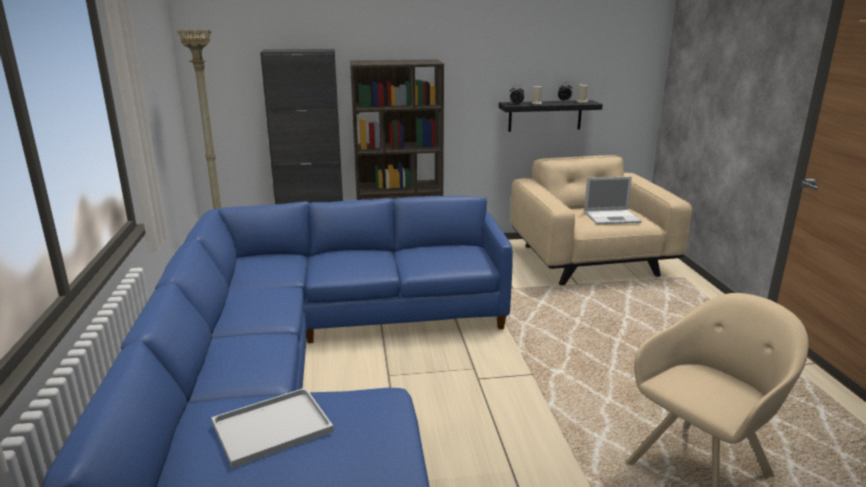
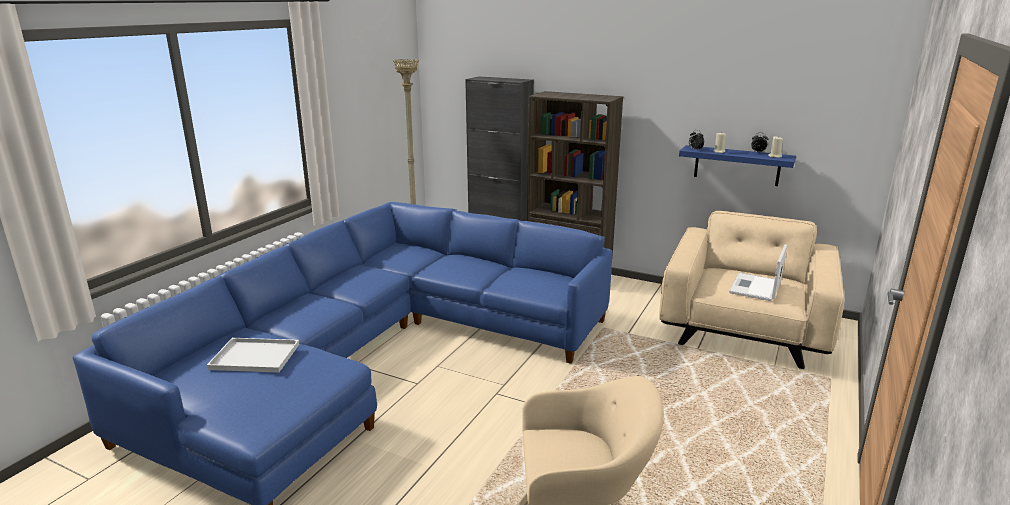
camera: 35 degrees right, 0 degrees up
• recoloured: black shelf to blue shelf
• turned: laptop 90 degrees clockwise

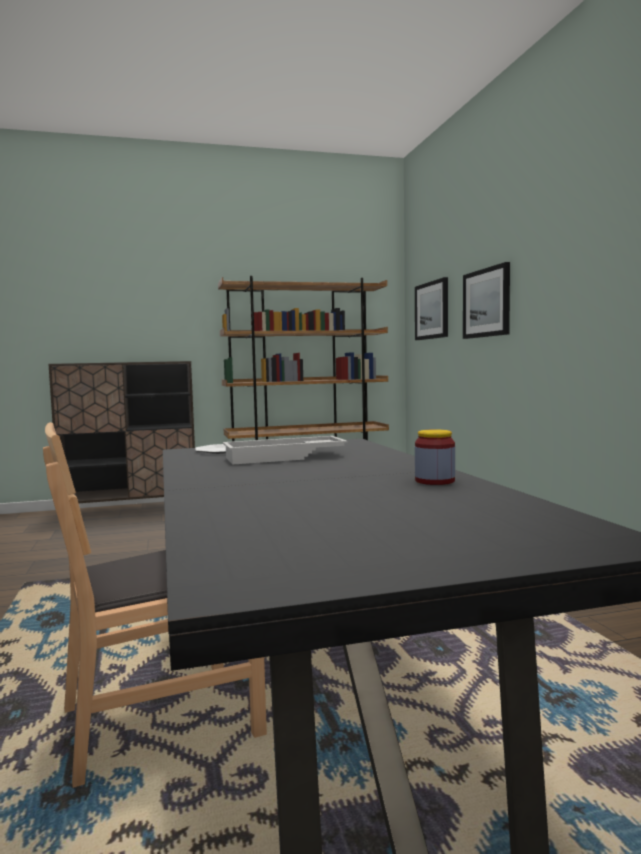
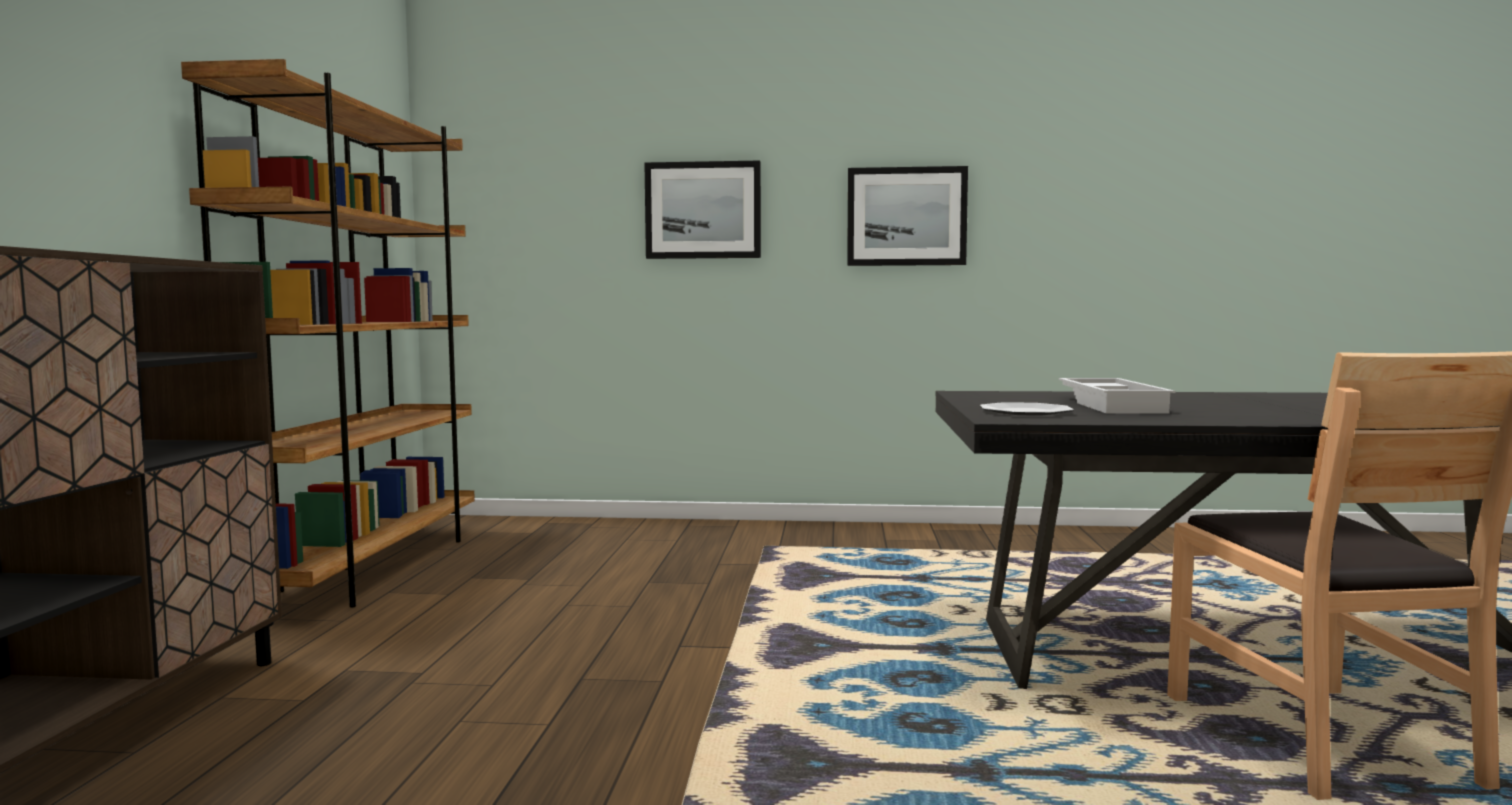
camera: 70 degrees left, 0 degrees up
• moved: picture (1st from left in the first image) to picture (2nd from left)
• removed: jar

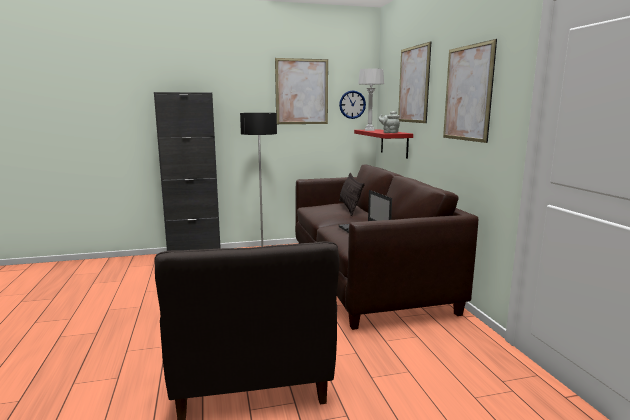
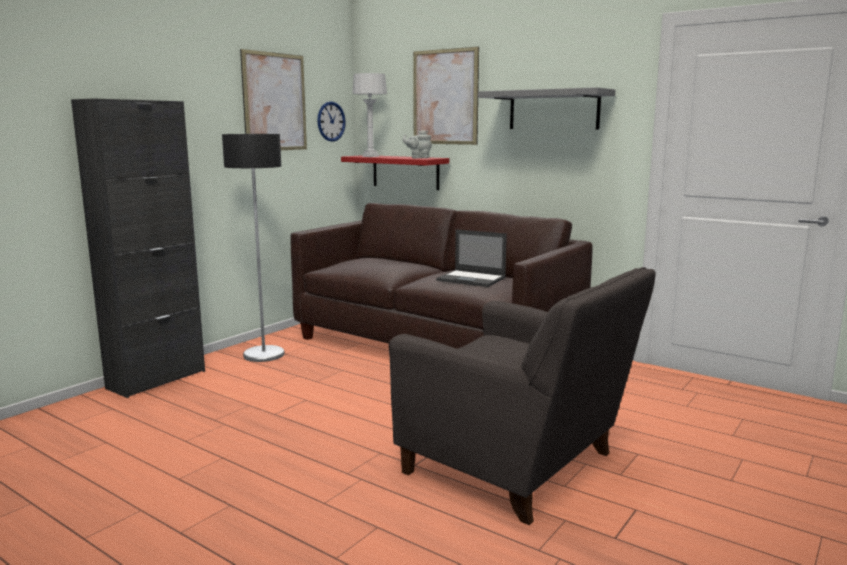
camera: 40 degrees left, 0 degrees up
• replaced: picture (3rd from left) to grey shelf
• removed: pillow

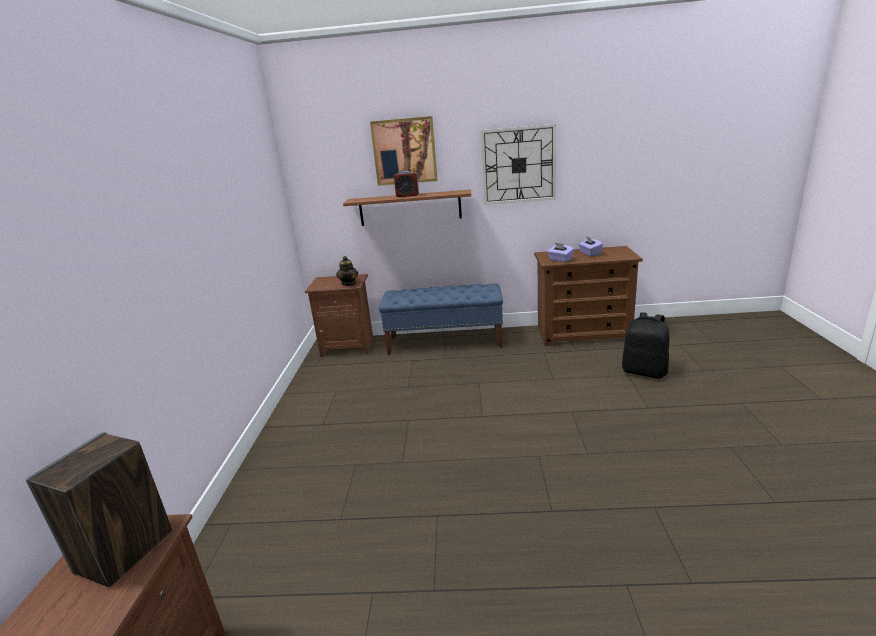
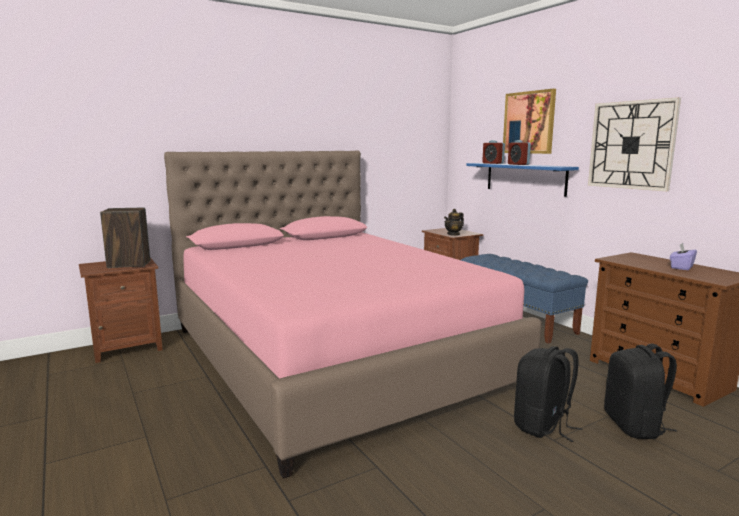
camera: 55 degrees right, 10 degrees down
• added: pink bed
• recoloured: brown shelf to blue shelf
• added: alarm clock (1st from left)
• added: black backpack (1st from left)
• removed: purple tissue box (1st from left)

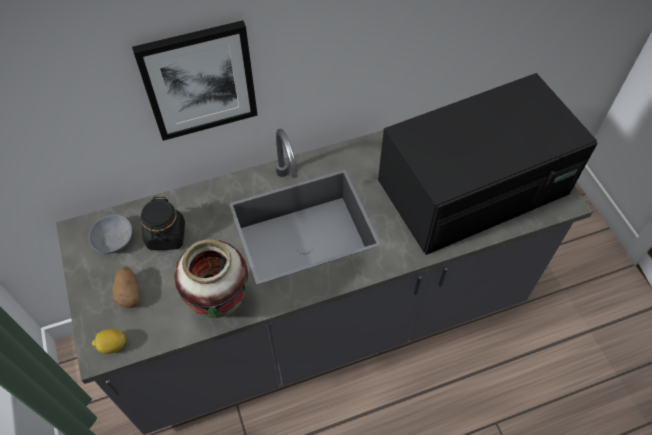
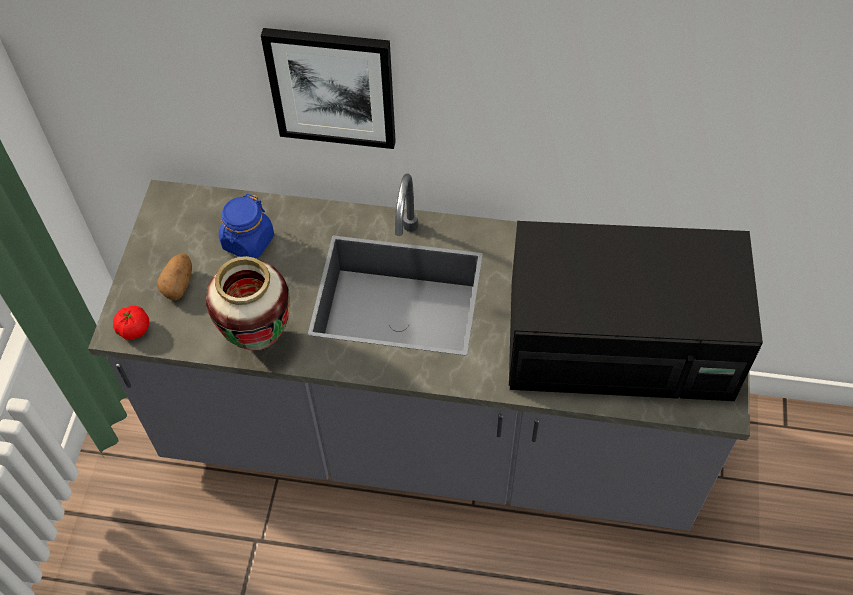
camera: 30 degrees right, 0 degrees up
• replaced: lemon to tomato
• recoloured: black jar to blue jar
• removed: grey bowl

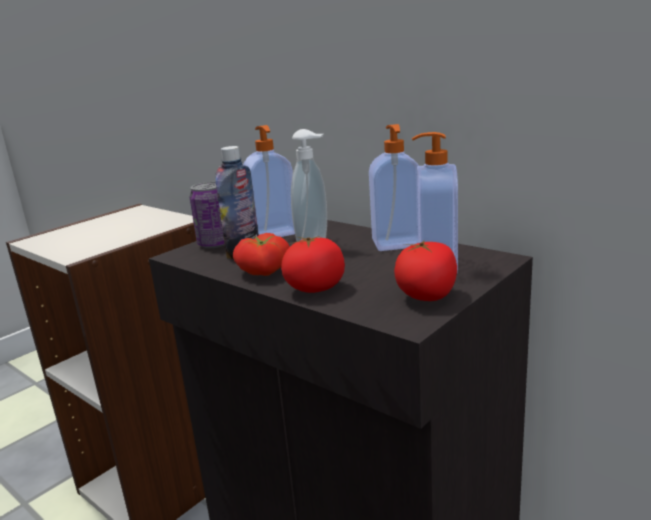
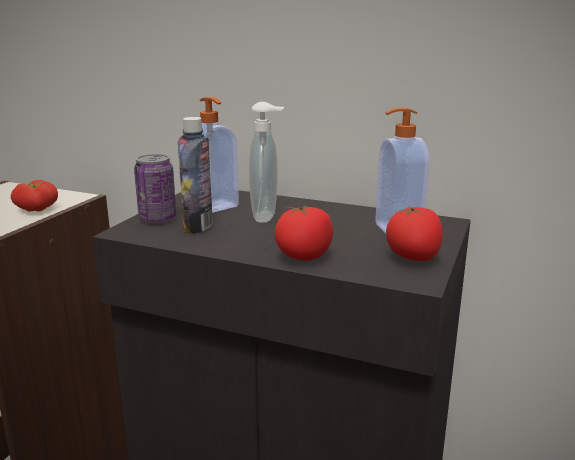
camera: 20 degrees left, 0 degrees up
• moved: tomato (1st from left)
• removed: soap dispenser (3rd from left)

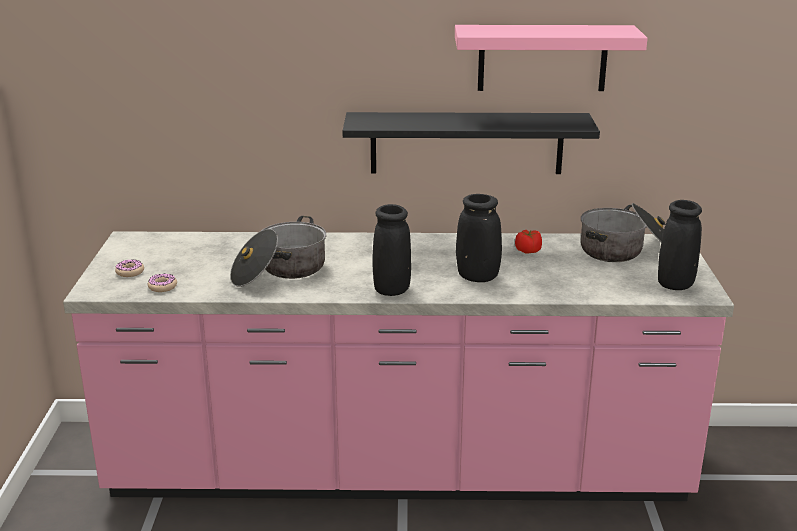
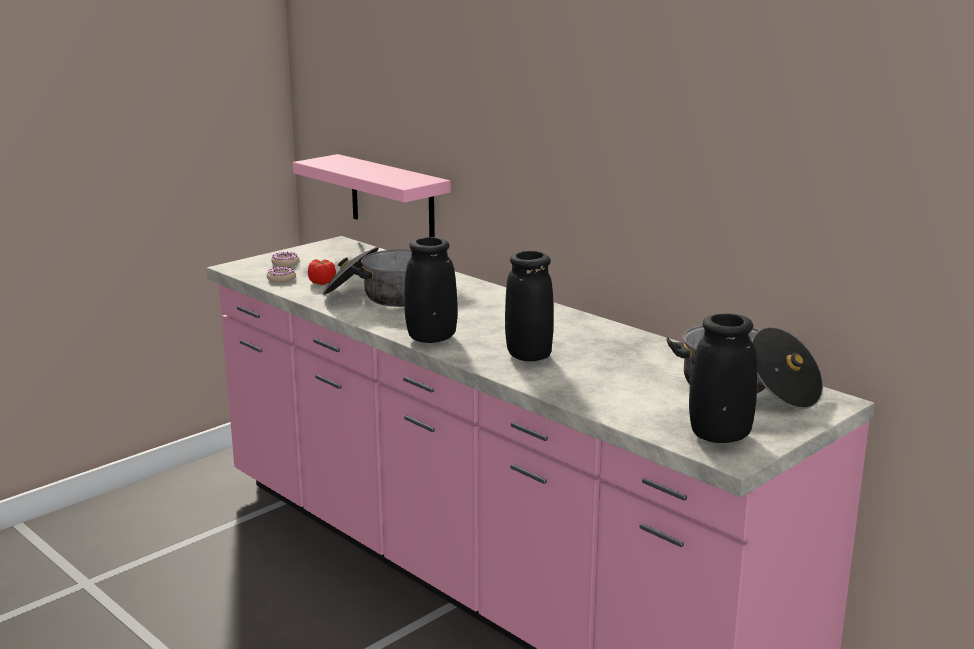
camera: 45 degrees right, 5 degrees down
• moved: pink shelf
• moved: tomato
• removed: black shelf

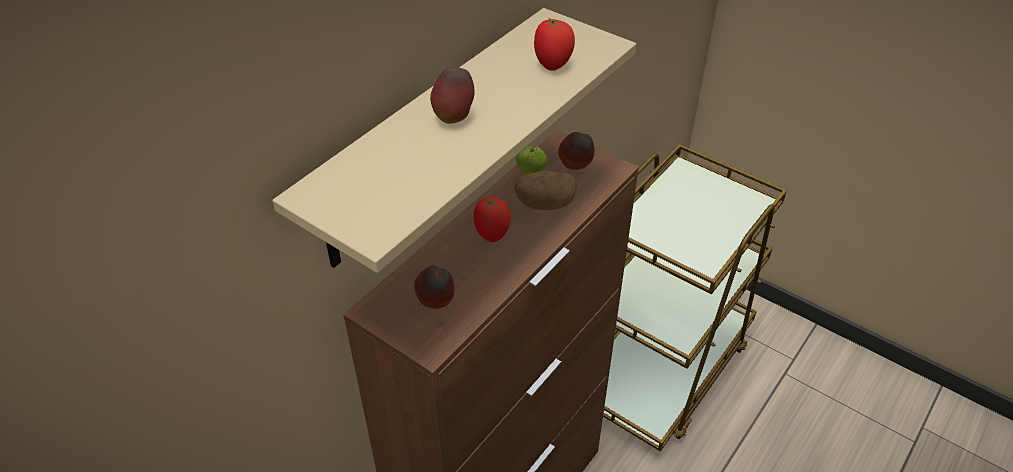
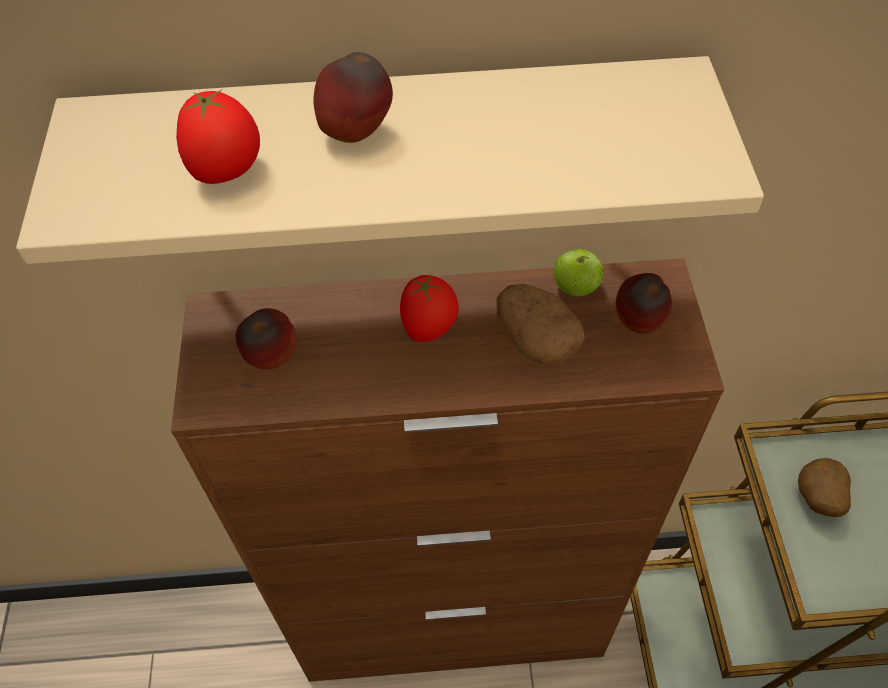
camera: 50 degrees right, 10 degrees up
• moved: tomato (2nd from left in the first image) to tomato (1st from left)
• added: potato (2nd from left)

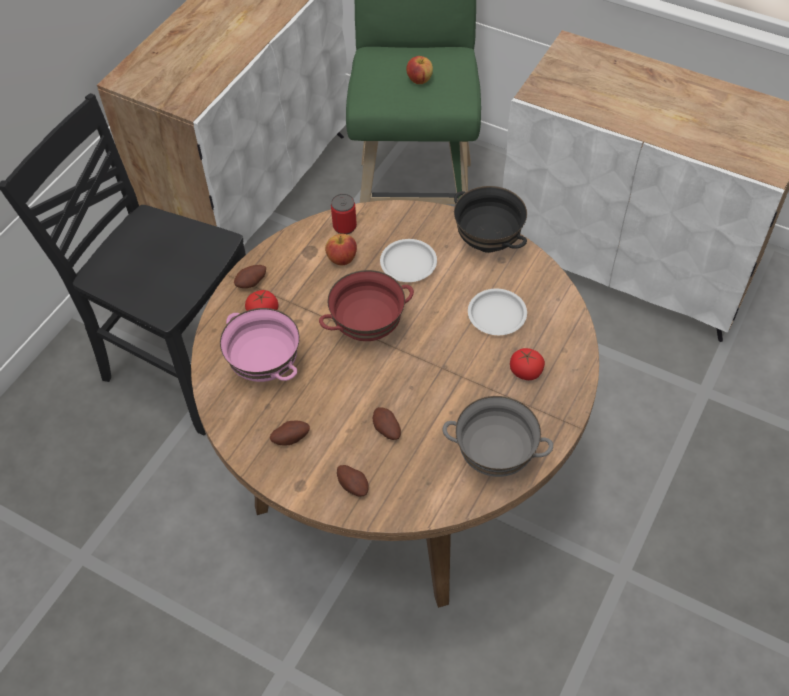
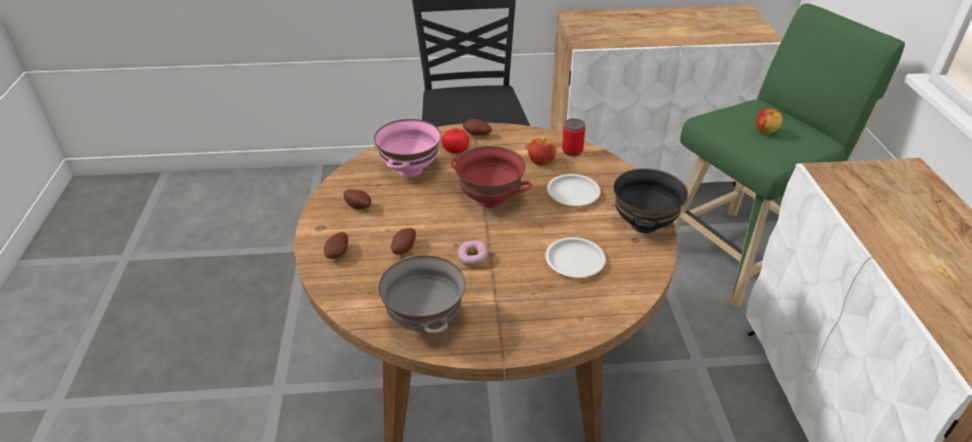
camera: 55 degrees right, 15 degrees down
• added: donut
• removed: tomato (2nd from left)

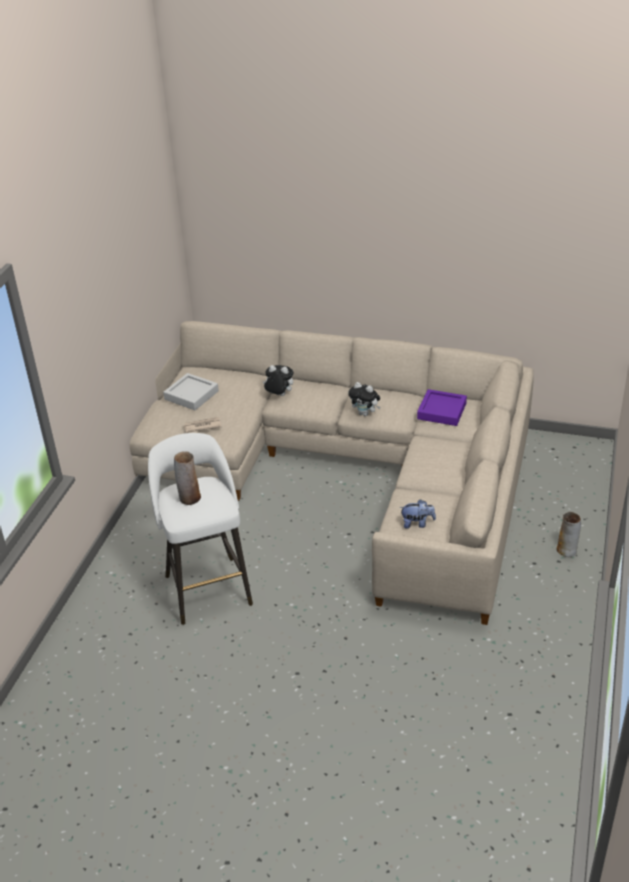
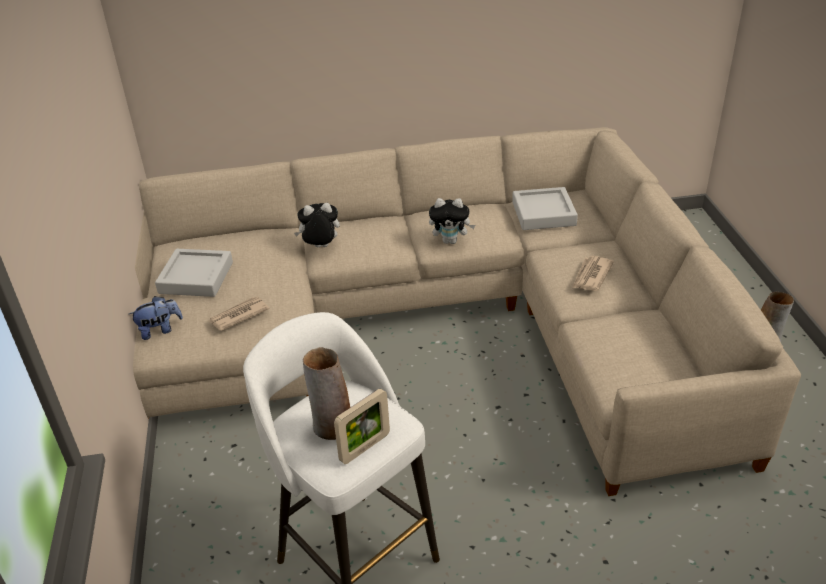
camera: 25 degrees left, 0 degrees up
• moved: plush toy (3rd from left in the first image) to plush toy (1st from left)
• added: picture frame
• recoloured: purple tray to grey tray (2nd from left)
• added: newspaper (2nd from left)

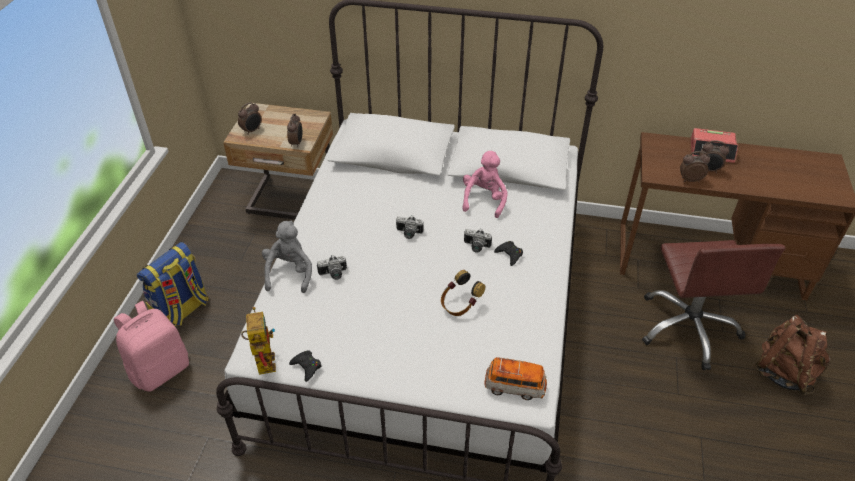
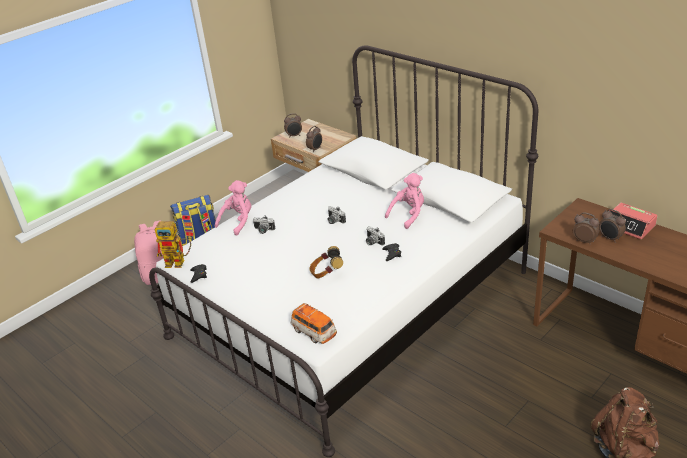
camera: 35 degrees right, 10 degrees down
• turned: toy robot 75 degrees clockwise
• recoloured: grey plush toy to pink plush toy (1st from left)
• removed: brown office chair

